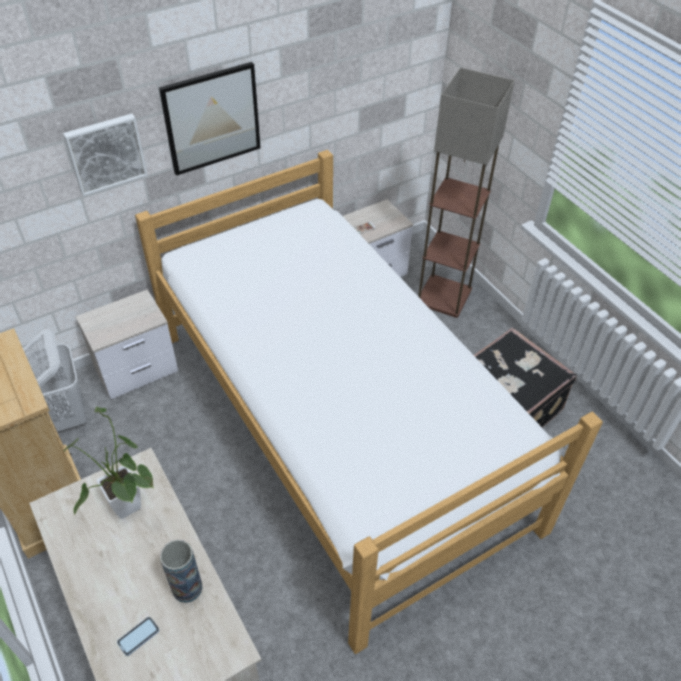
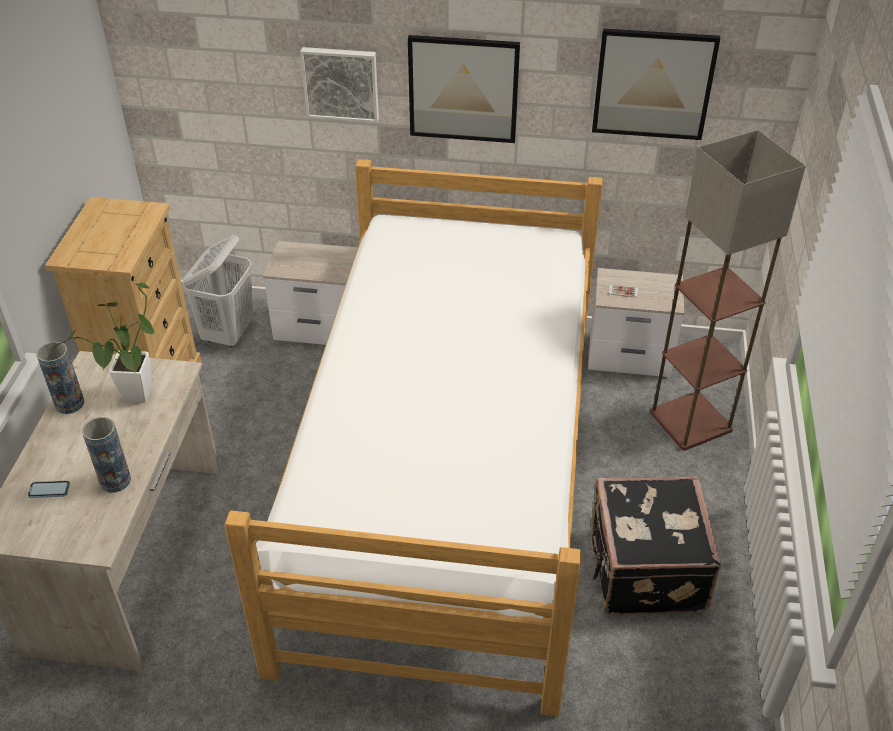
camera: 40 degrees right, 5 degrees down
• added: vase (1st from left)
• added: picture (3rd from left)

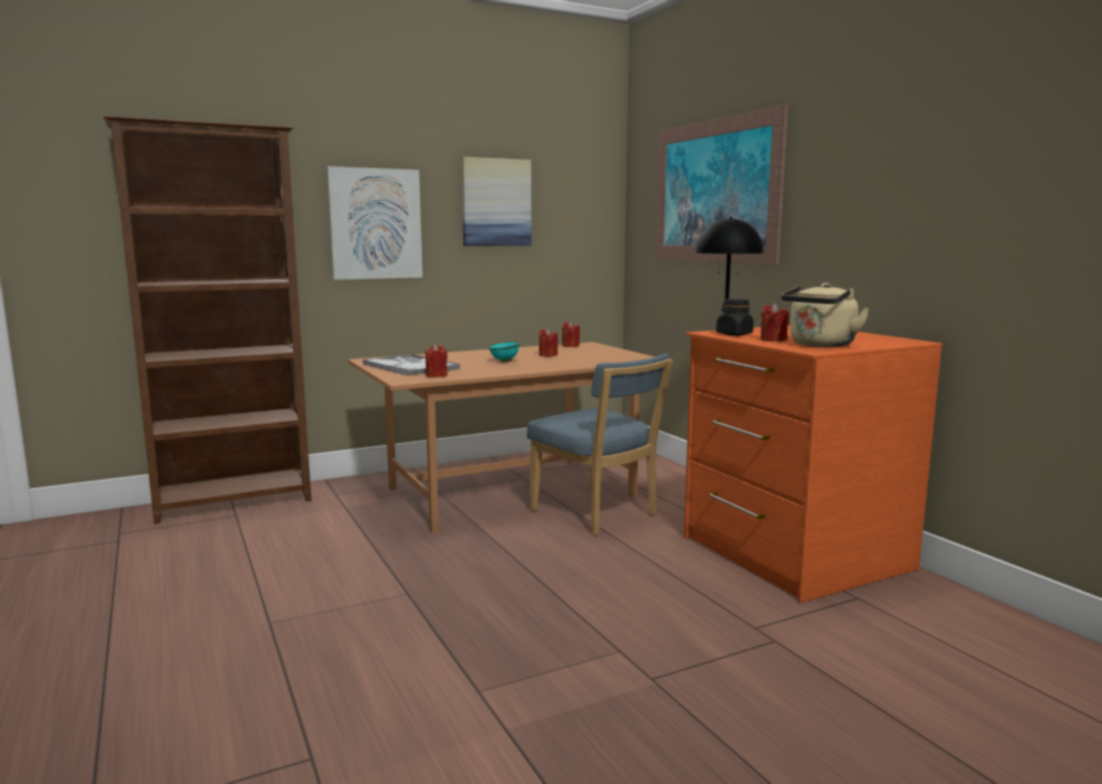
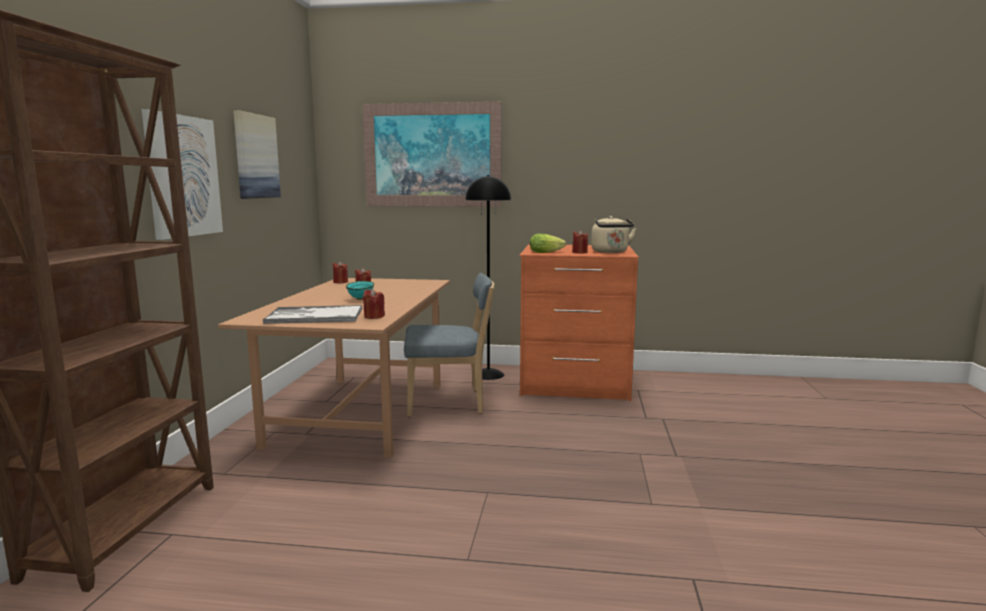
camera: 55 degrees left, 0 degrees up
• replaced: black jar to lettuce

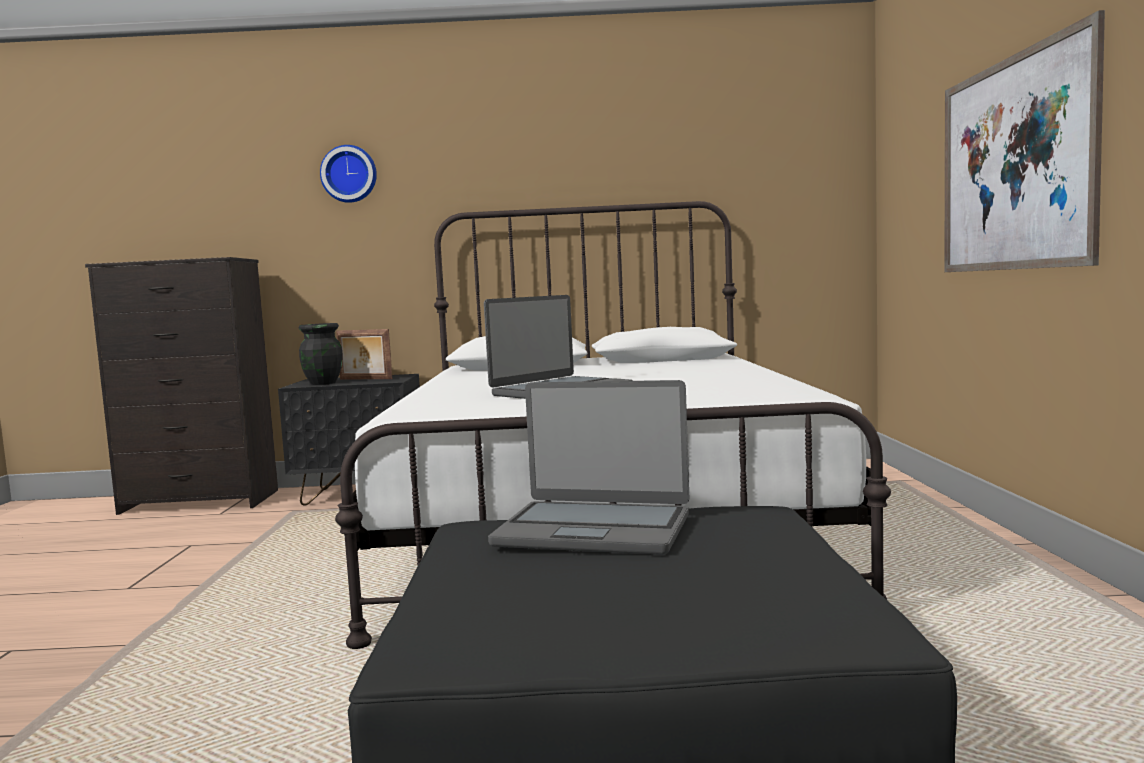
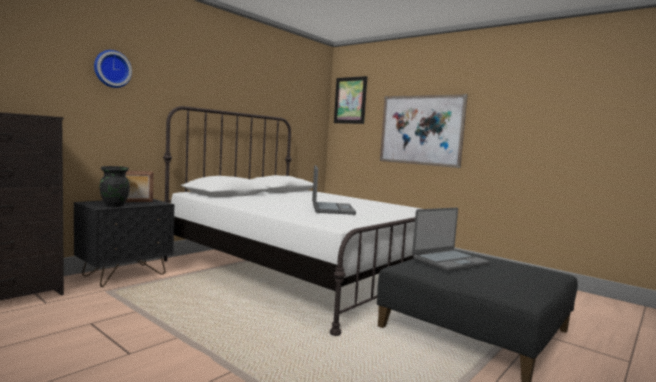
camera: 50 degrees left, 0 degrees up
• added: picture (1st from left)

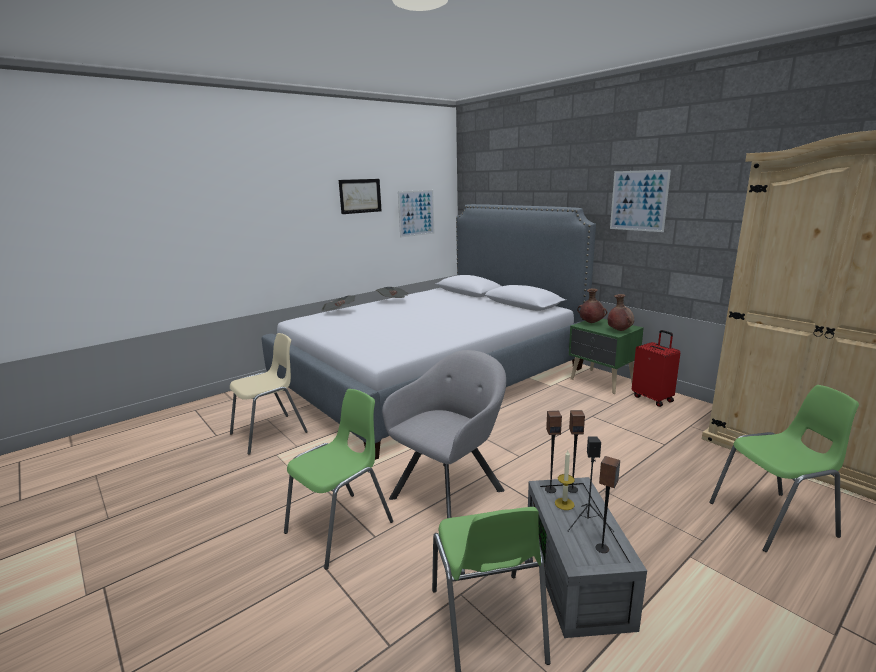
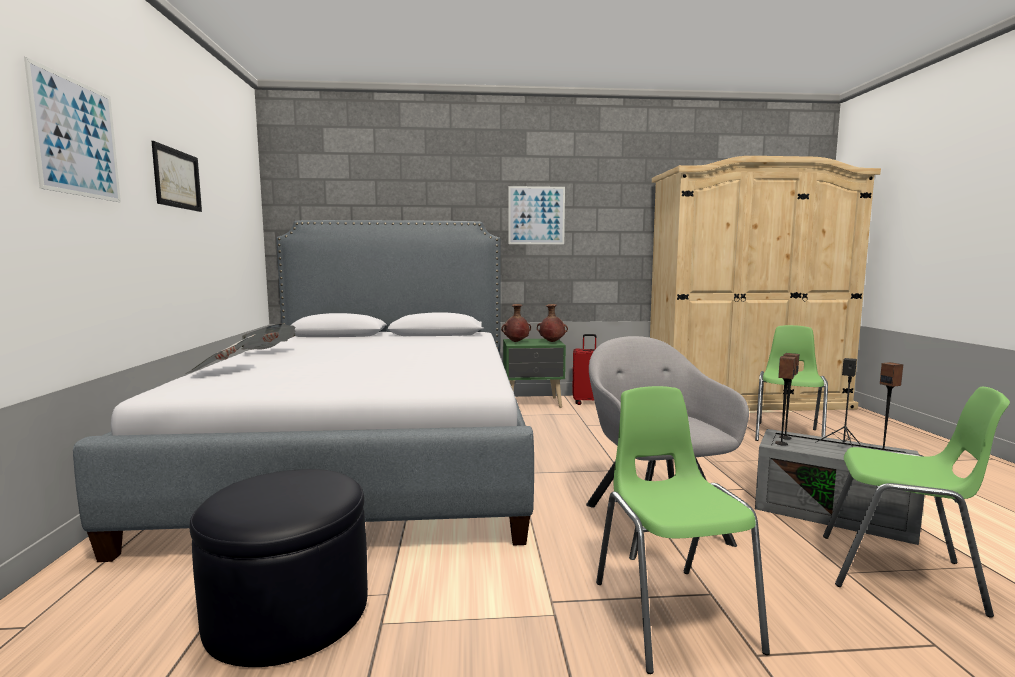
camera: 55 degrees left, 10 degrees down
• moved: picture (2nd from left in the first image) to picture (1st from left)
• replaced: beige chair to black ottoman
• removed: candle

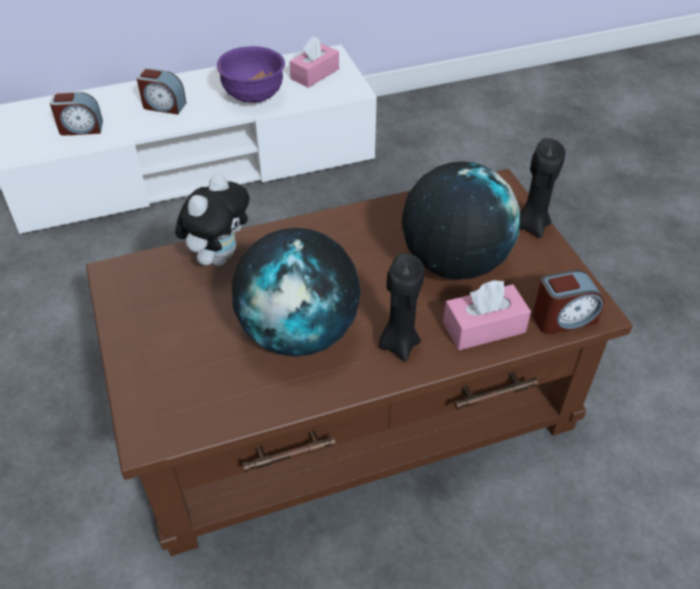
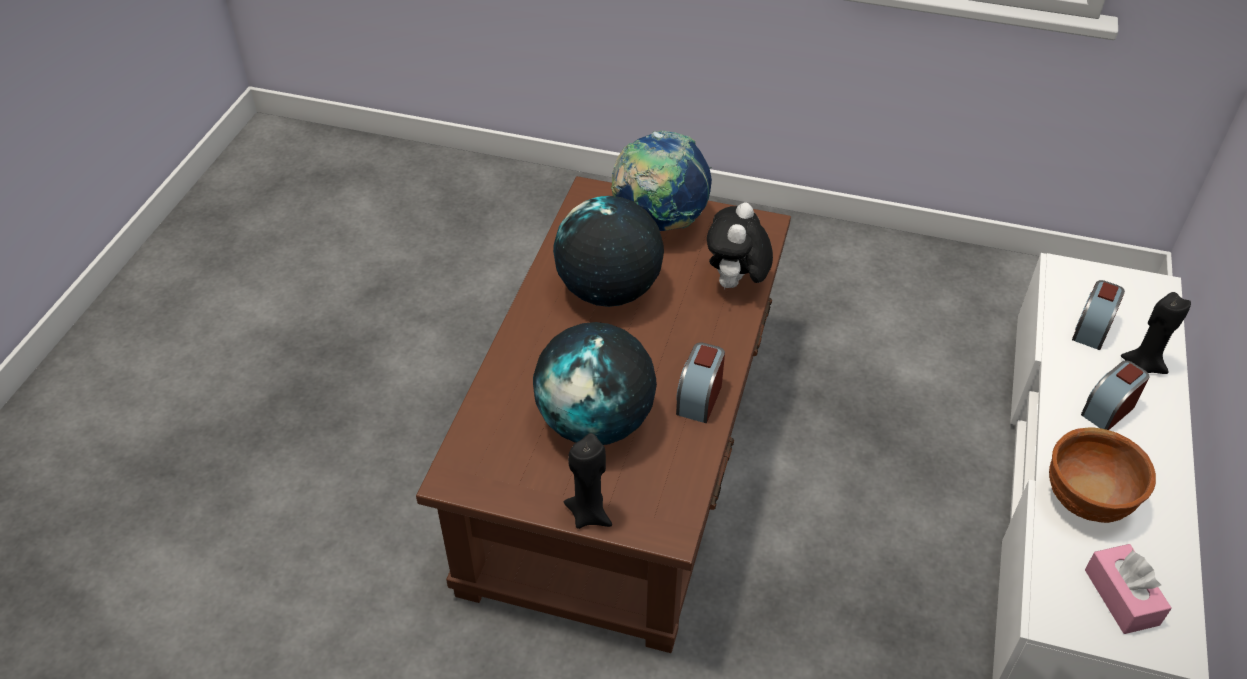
camera: 125 degrees right, 0 degrees up
• added: globe (3rd from left)
• moved: alarm clock (3rd from left in the first image) to alarm clock (1st from left)
• turned: plush toy 45 degrees clockwise
• recoloured: purple bowl to brown bowl
• moved: black candle (1st from left in the first image) to black candle (2nd from left)
• removed: pink tissue box (2nd from left)

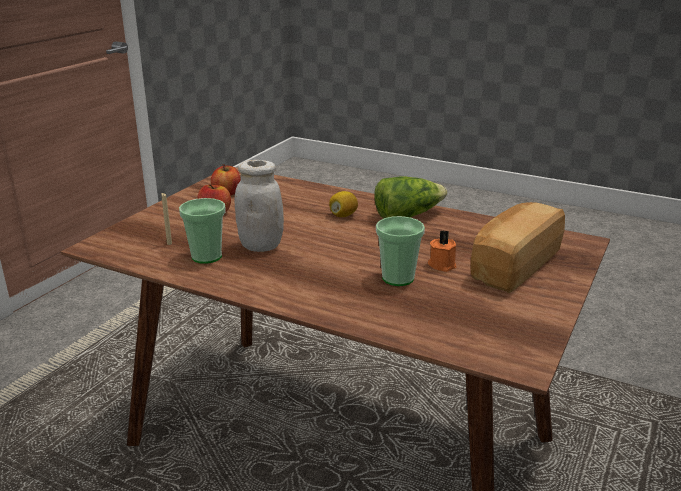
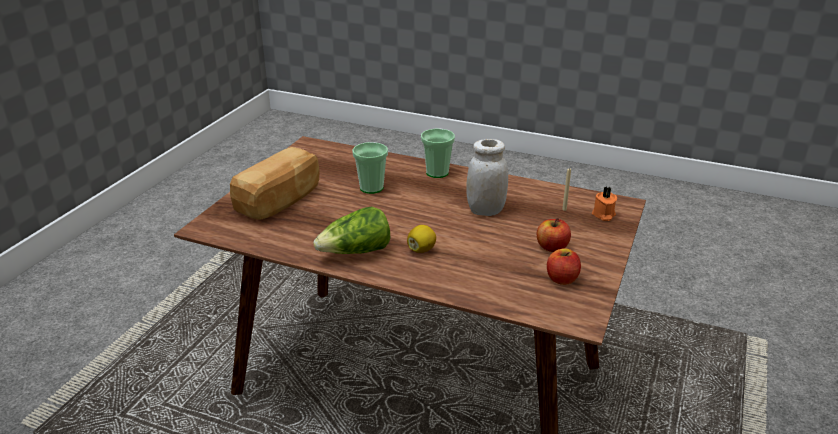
camera: 175 degrees right, 5 degrees up
• moved: cup (1st from left in the first image) to cup (2nd from left)
• moved: orange candle

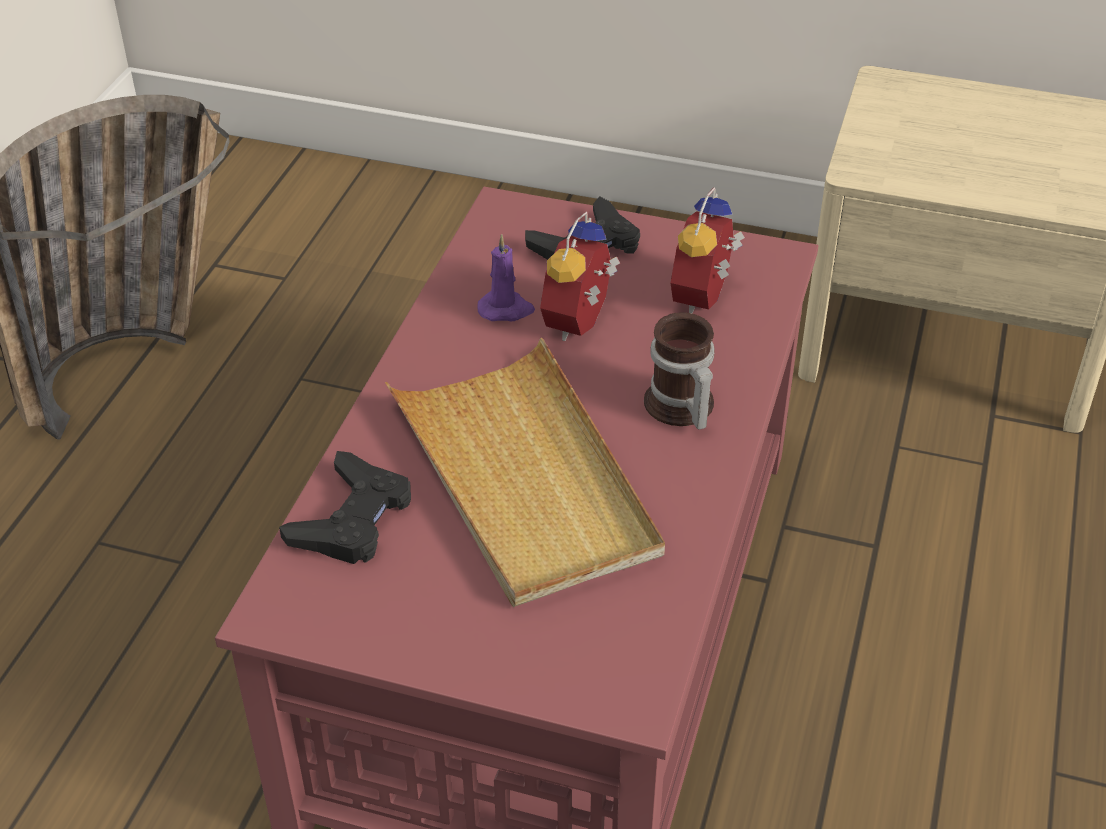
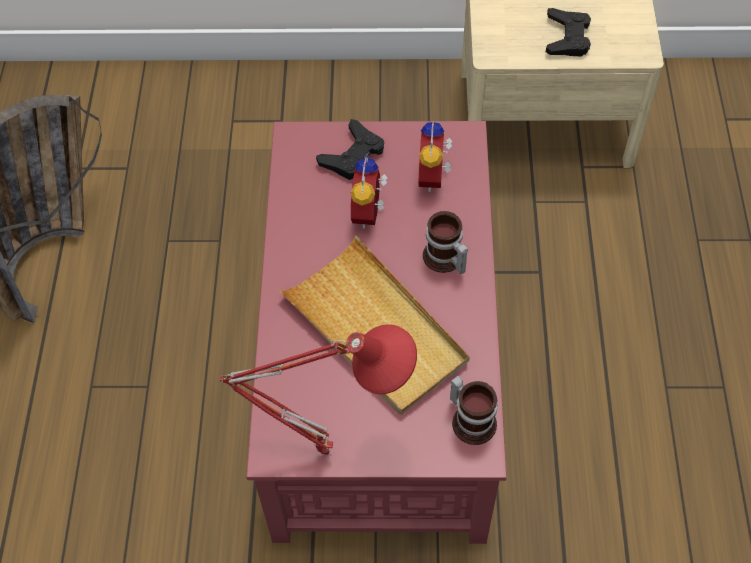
camera: 15 degrees left, 15 degrees up
• added: red table lamp
• added: mug (2nd from left)
• moved: black game controller (1st from left in the first image) to black game controller (2nd from left)
• removed: purple candle

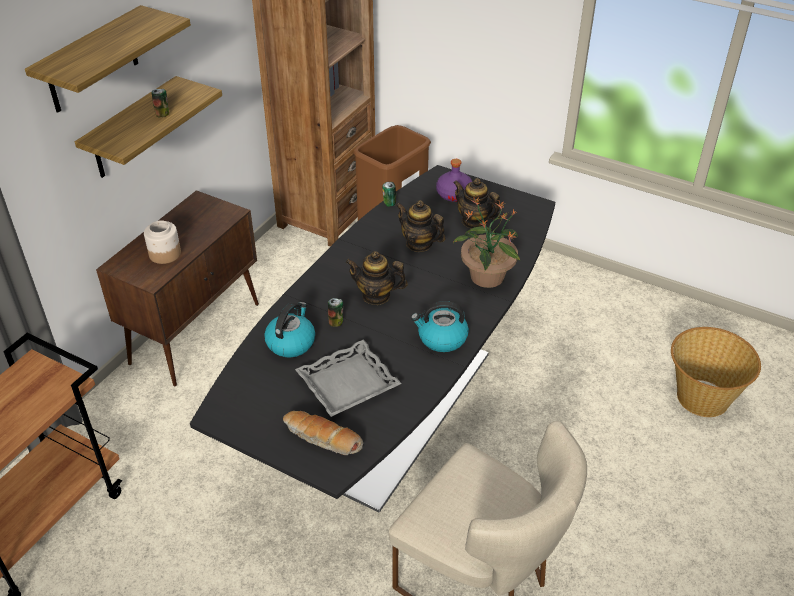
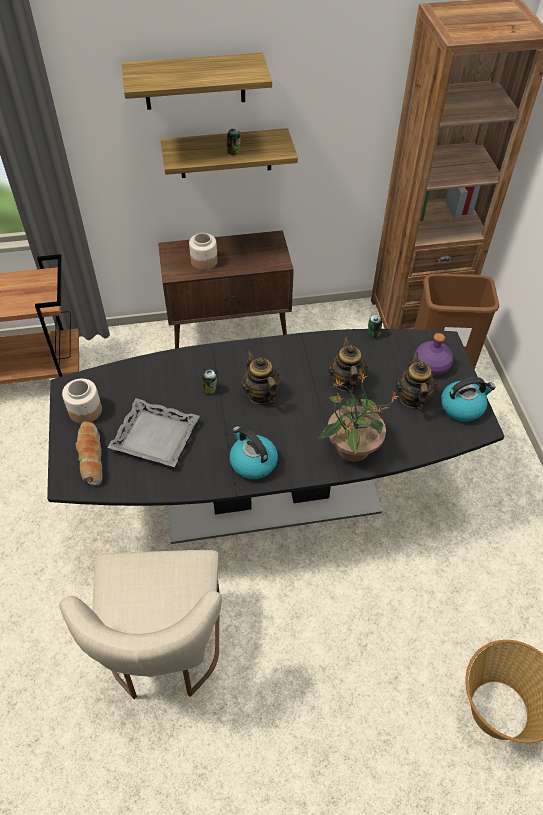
camera: 50 degrees right, 10 degrees up
• added: jar (1st from left)
• moved: kettle (1st from left in the first image) to kettle (2nd from left)

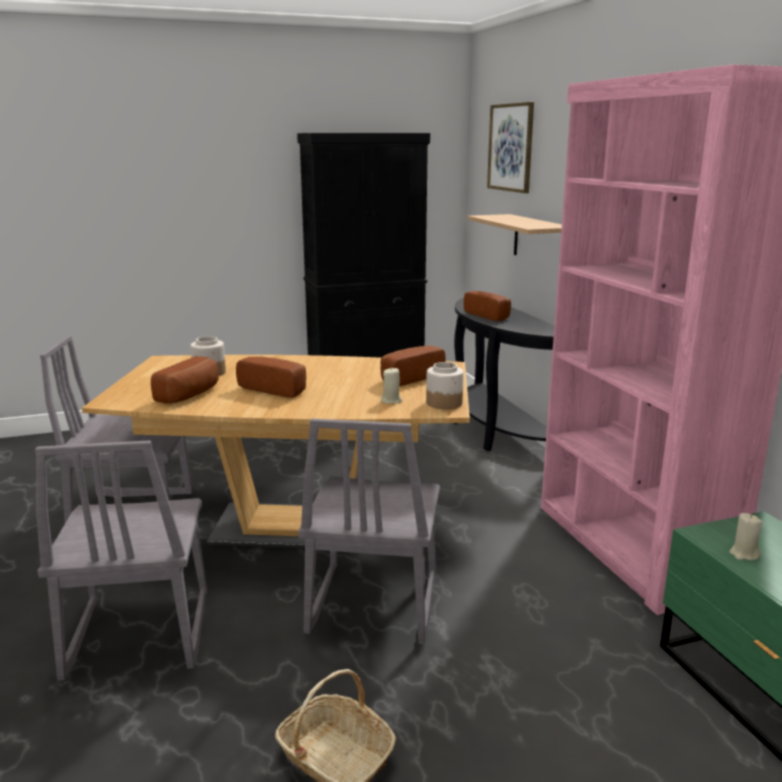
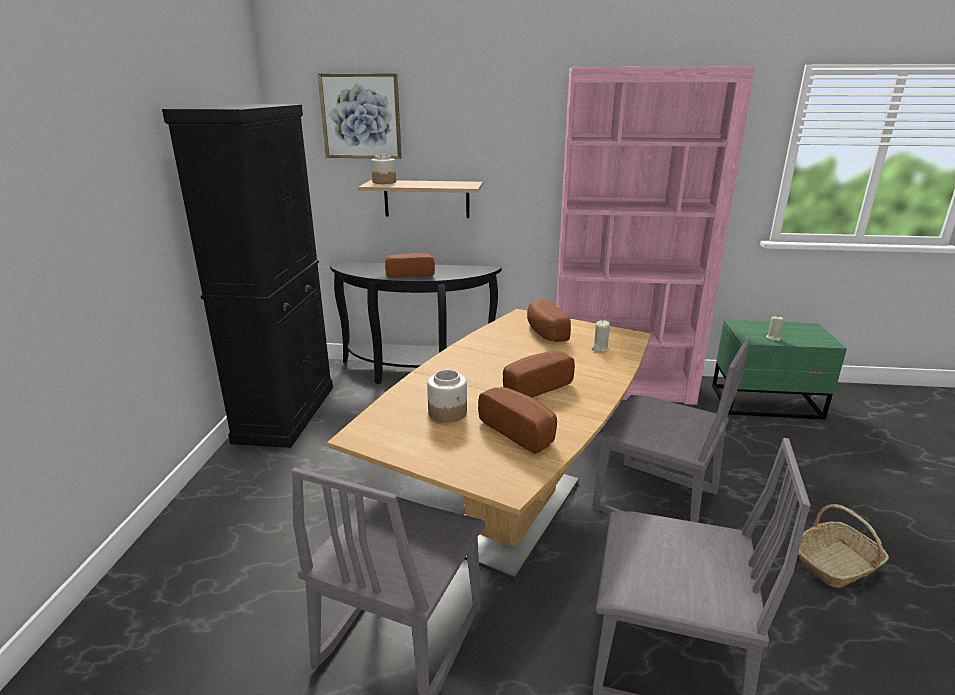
camera: 65 degrees left, 5 degrees up
• moved: jar (2nd from left in the first image) to jar (1st from left)

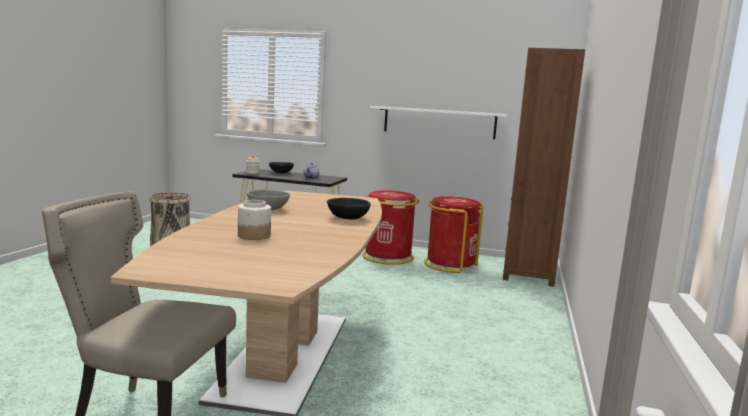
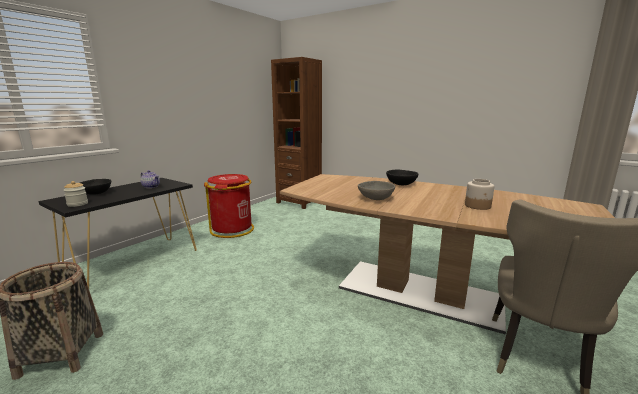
camera: 70 degrees left, 5 degrees up
• removed: white shelf
• removed: red trash can (2nd from left)

